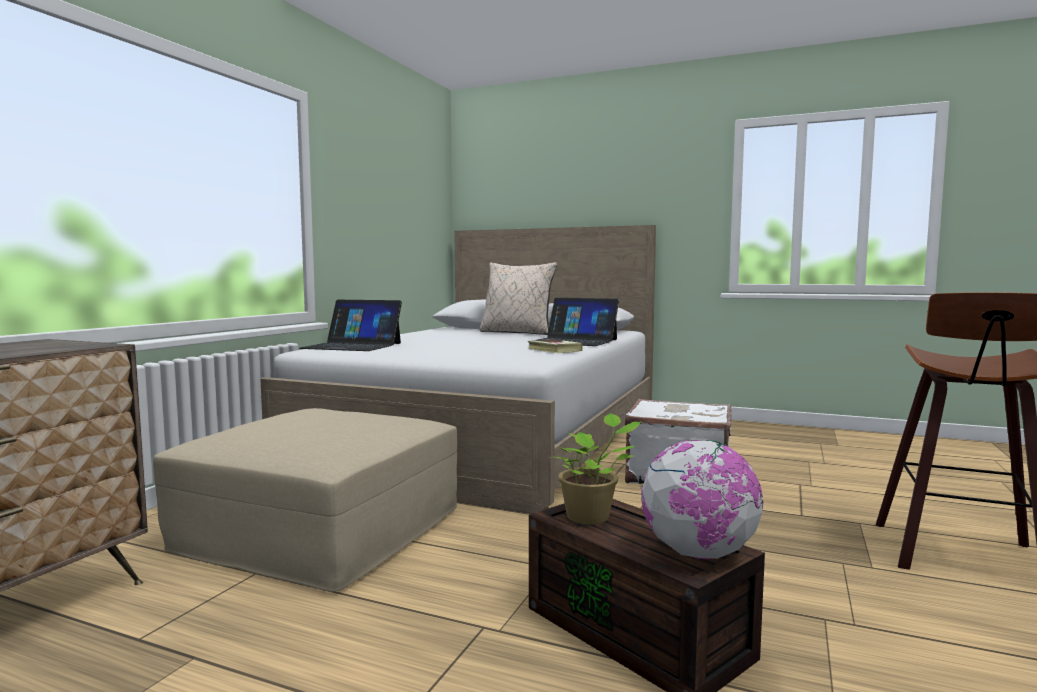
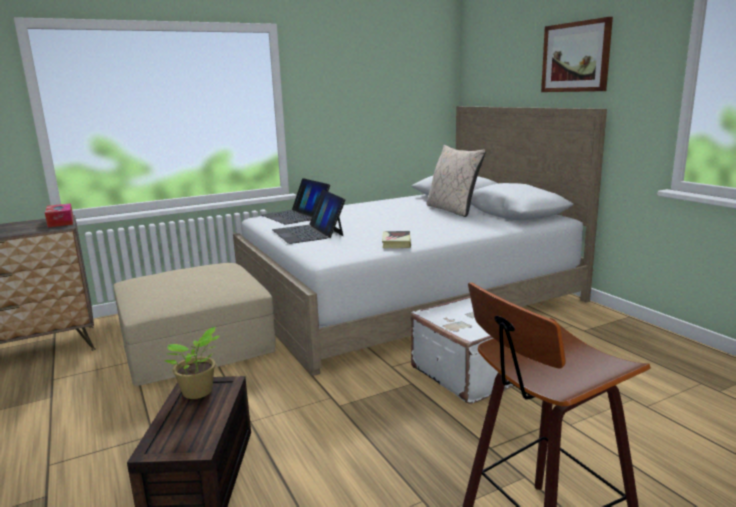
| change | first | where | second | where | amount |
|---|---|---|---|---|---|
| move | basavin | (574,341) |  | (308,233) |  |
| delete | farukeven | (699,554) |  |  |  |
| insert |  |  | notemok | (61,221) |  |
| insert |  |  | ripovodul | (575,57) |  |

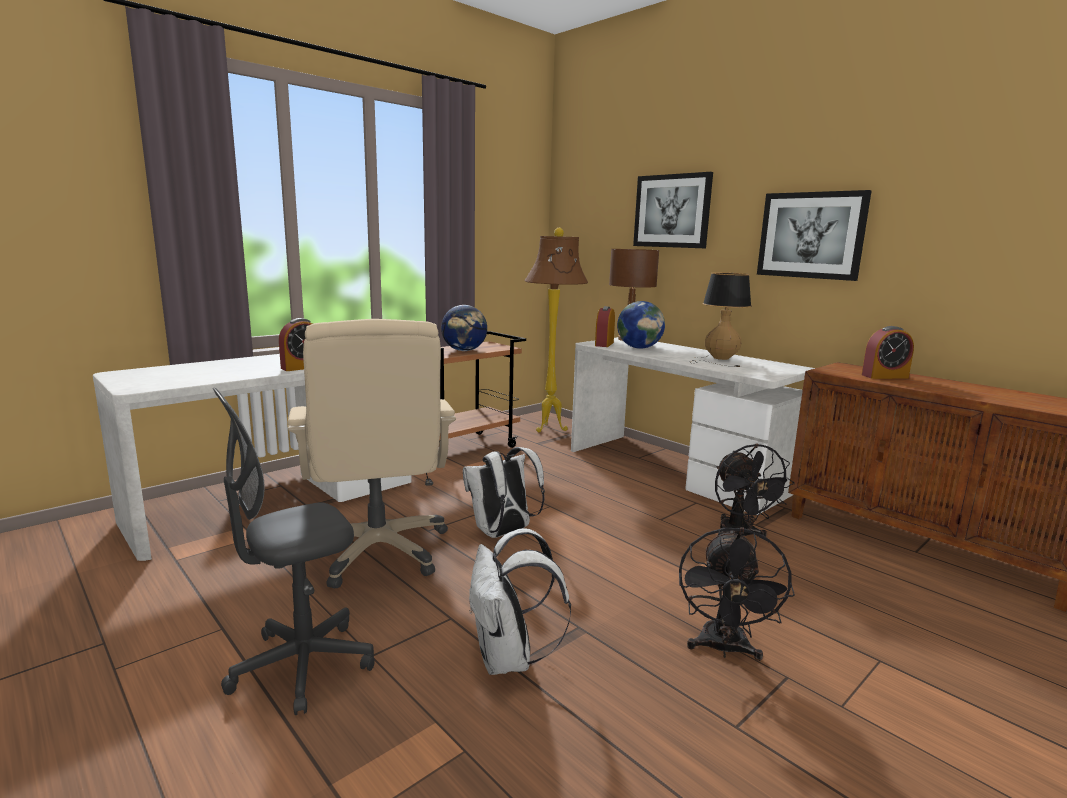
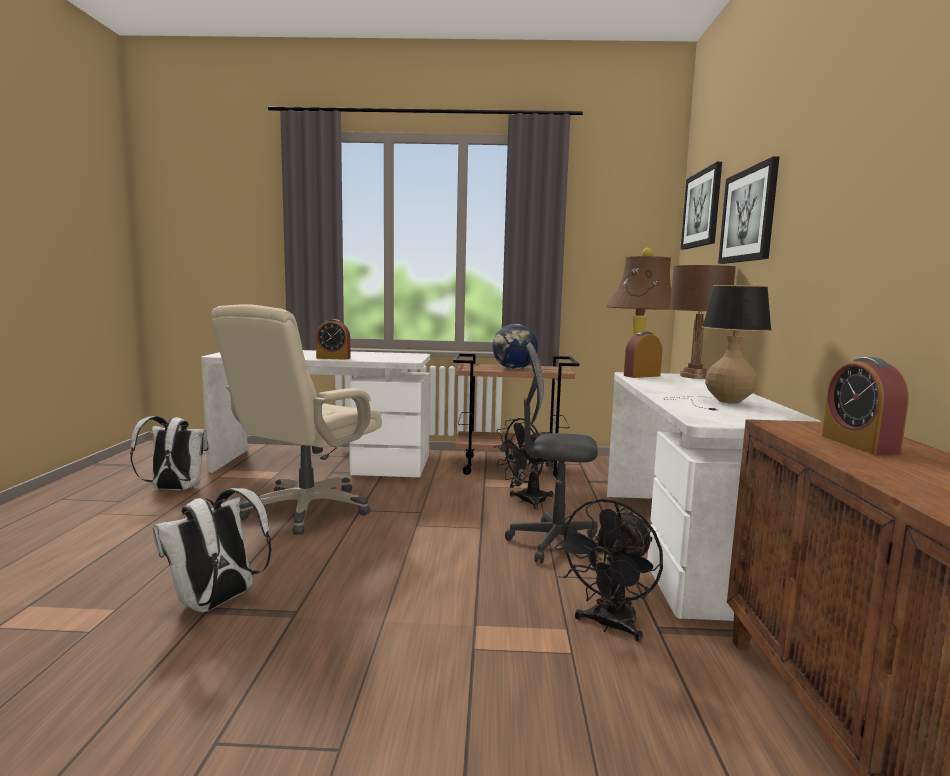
| change | first | where | second | where | amount |
|---|---|---|---|---|---|
| move | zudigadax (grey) | (302,666) |  | (554,544) |  |
| move | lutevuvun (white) | (502,533) |  | (174,489) |  |
| delete | farukeven | (639,348) |  |  |  |
| move | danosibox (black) | (723,649) |  | (526,501) |  |
| move | ripovodul | (811,235) |  | (702,209) |  |
| rotate | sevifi | (884,376) |  | (859,444) | 45 degrees clockwise |

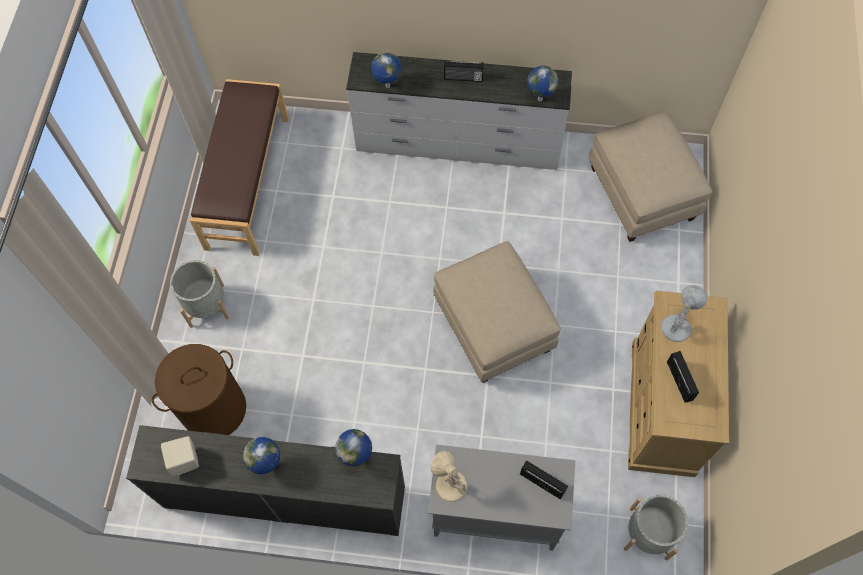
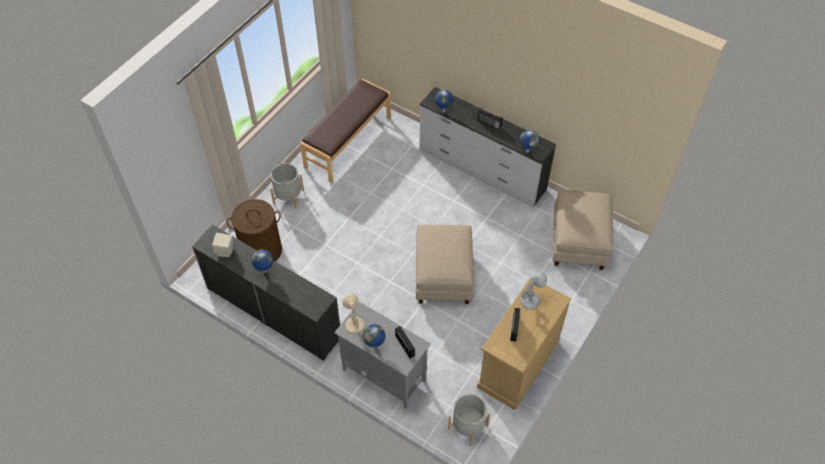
| change | first | where | second | where | amount |
|---|---|---|---|---|---|
| move | farukeven | (357,457) |  | (375,346) |  |

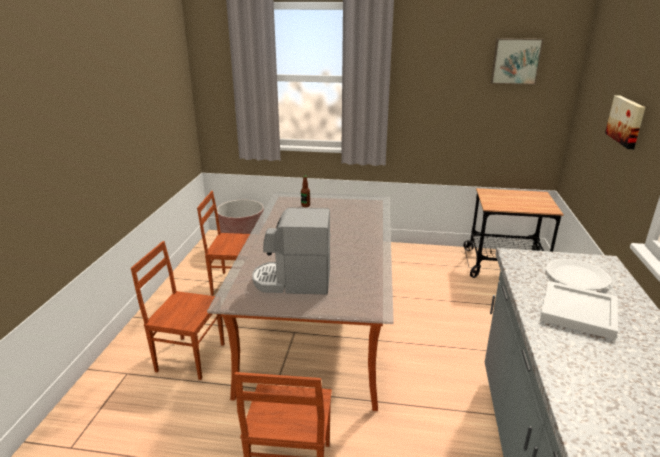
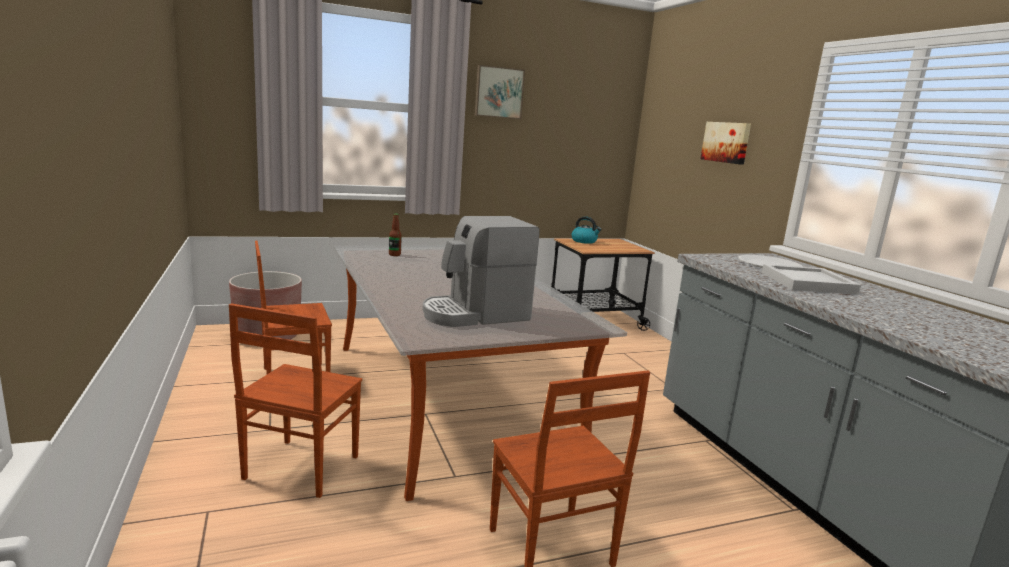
| change | first | where | second | where | amount |
|---|---|---|---|---|---|
| rotate | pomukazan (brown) | (190,356) |  | (299,468) | 60 degrees counterclockwise |
| move | ripovodul | (515,61) |  | (498,92) |  |
| insert |  |  | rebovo | (584,241) |  |

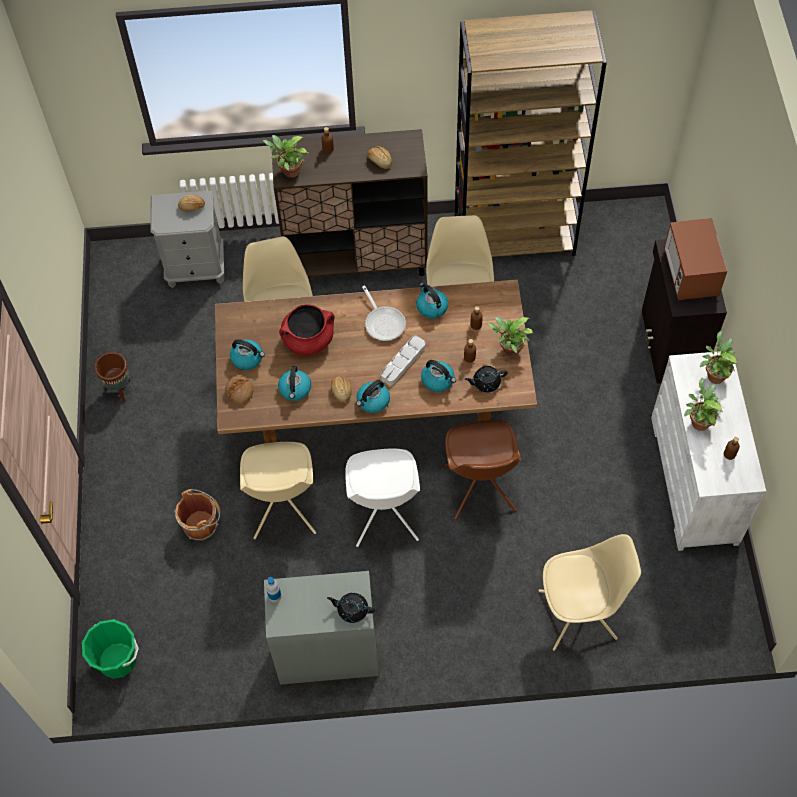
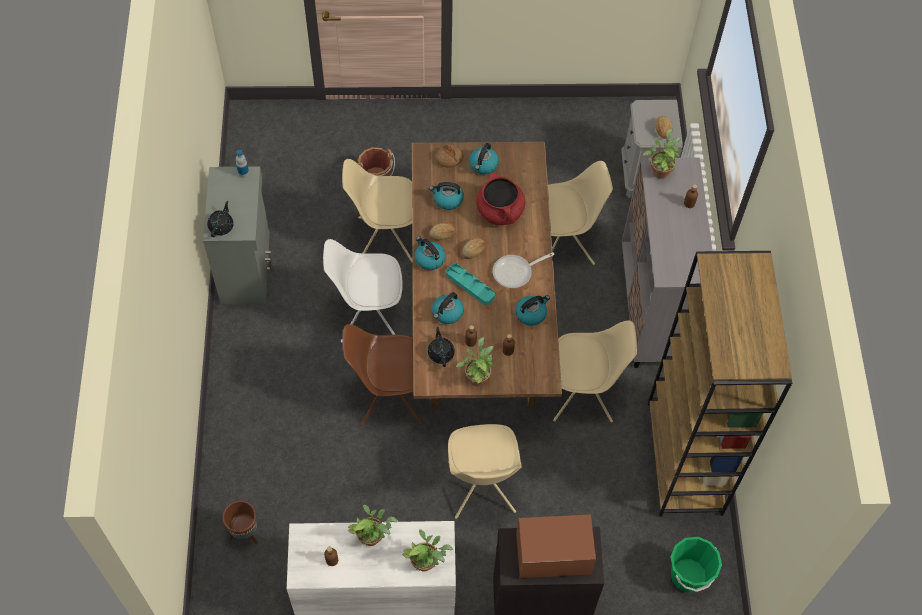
| change | first | where | second | where | amount |
|---|---|---|---|---|---|
| move | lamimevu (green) | (118,660) |  | (688,576) |  |
| move | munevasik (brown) | (119,389) |  | (245,533) |  |
| recolor | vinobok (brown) | (357,261) | vinobok (grey) | (652,309) |  |
| move | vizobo | (380,161) |  | (474,251) |  |
| recolor | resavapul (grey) | (403,362) | resavapul (turquoise) | (470,285) |  |
| move | pomukazan (beige) | (579,614) |  | (481,489) |  |

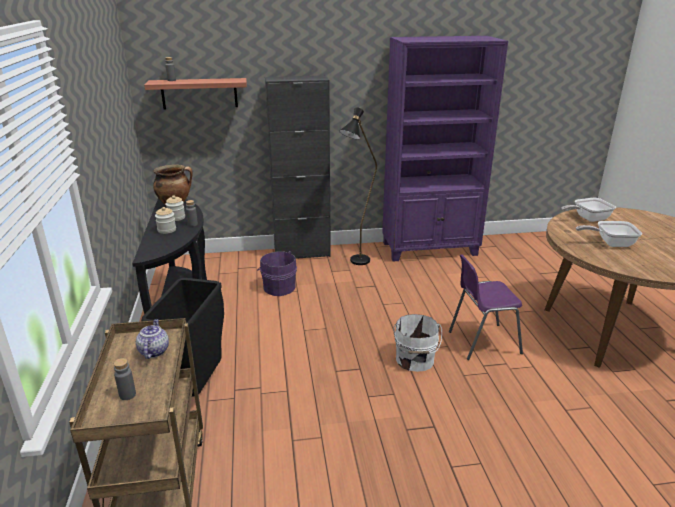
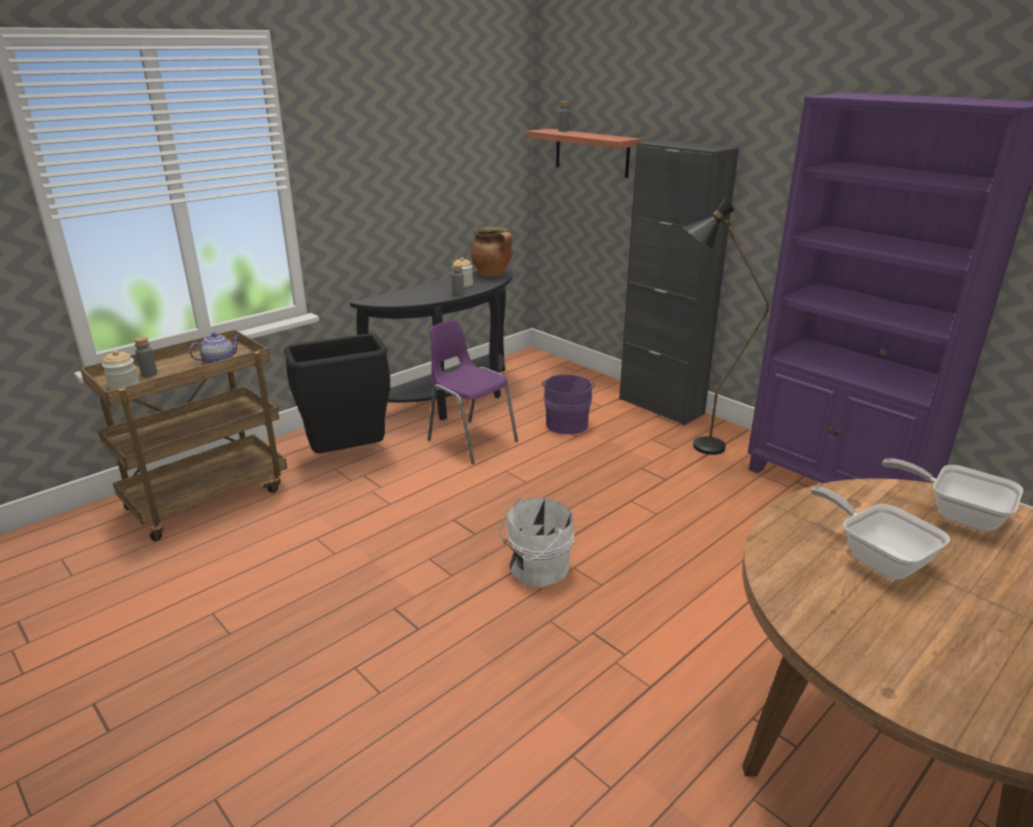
| change | first | where | second | where | amount |
|---|---|---|---|---|---|
| move | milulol | (167,230) |  | (124,386) |  |
| move | pomukazan (purple) | (482,342) |  | (470,440) |  |

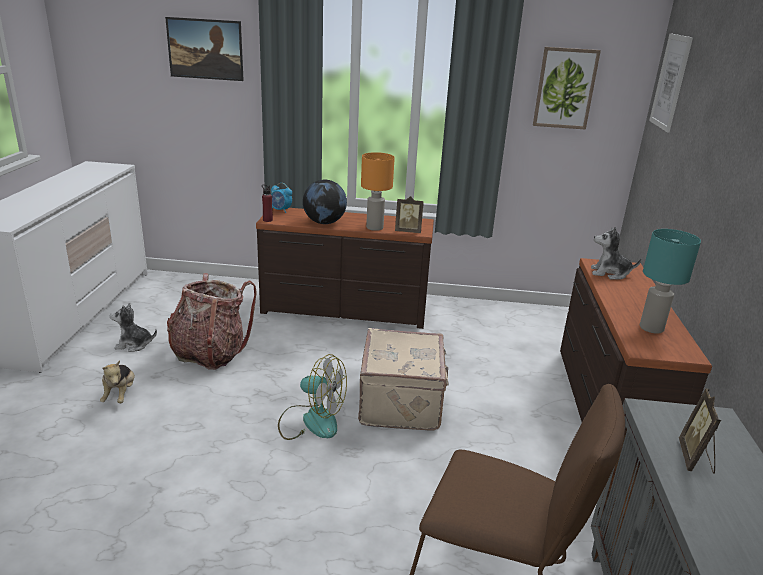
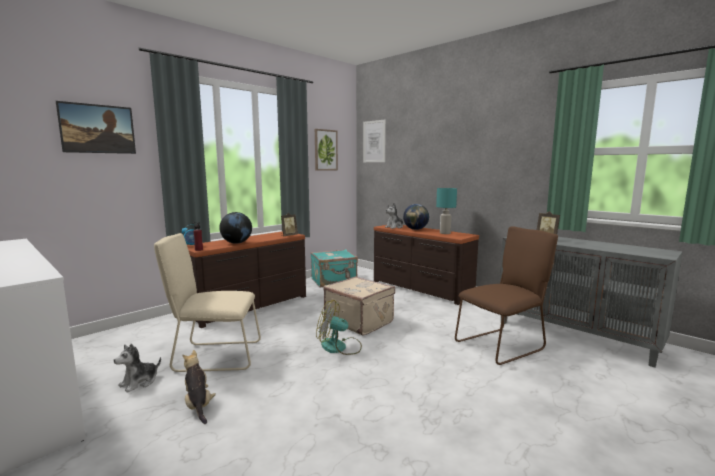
| change | first | where | second | where | amount |
|---|---|---|---|---|---|
| rotate | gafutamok | (120,395) |  | (198,405) | 150 degrees counterclockwise |
| replace | lutevuvun | (210,353) | pomukazan (beige) | (214,356) |  |
| rotate | danosibox | (311,421) |  | (339,347) | 135 degrees counterclockwise |
| delete | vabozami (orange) | (374,227) |  |  |  |
| insert |  |  | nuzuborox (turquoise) | (334,281) |  |
| insert |  |  | farukeven | (415,229) |  |

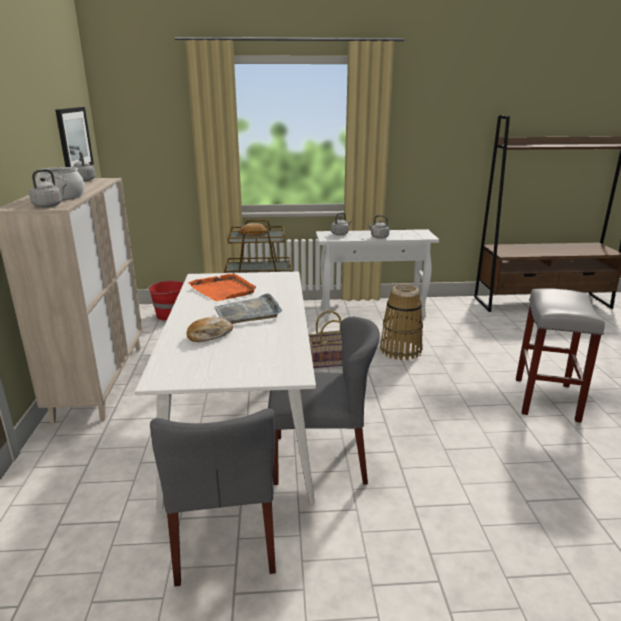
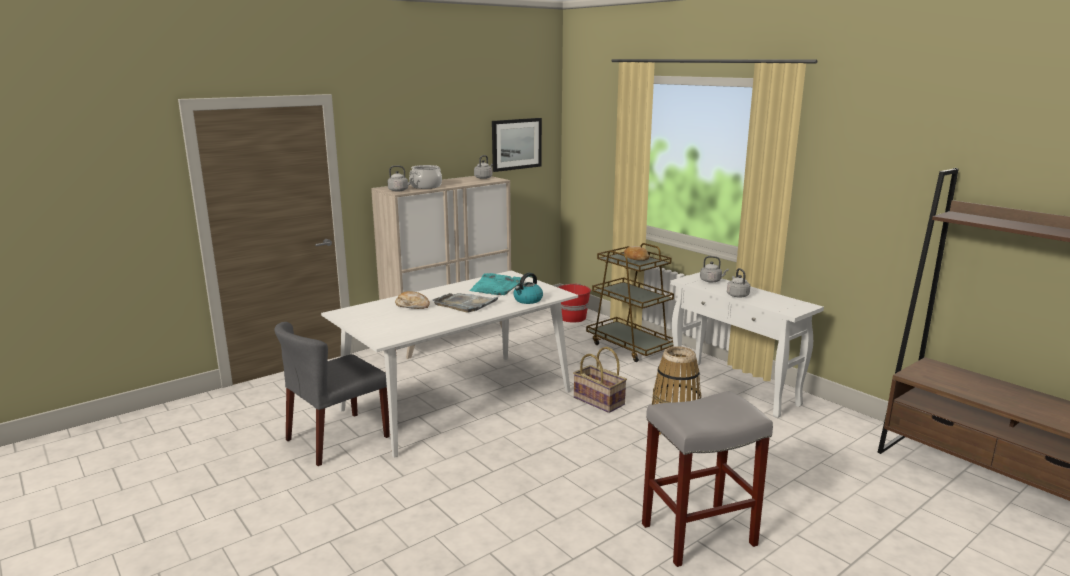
| change | first | where | second | where | amount |
|---|---|---|---|---|---|
| recolor | resavapul (orange) | (223,290) | resavapul (turquoise) | (496,287) |  |
| delete | pomukazan (grey) | (320,458) |  |  |  |
| insert |  |  | rebovo | (527,300) |  |

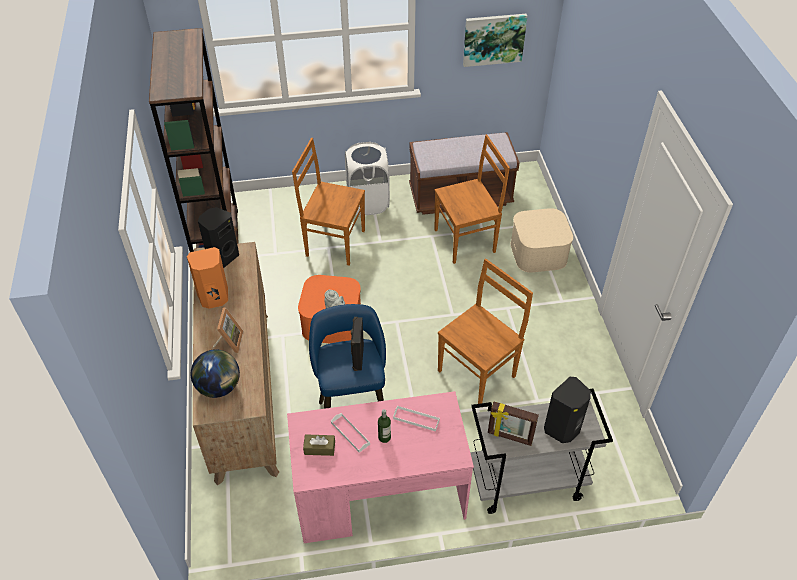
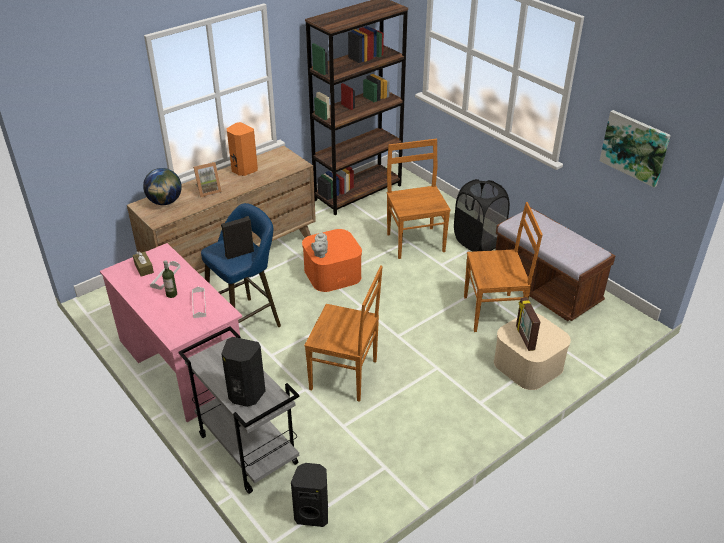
| change | first | where | second | where | amount |
|---|---|---|---|---|---|
| move | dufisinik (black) | (222,257) |  | (312,514) |  |
| recolor | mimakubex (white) | (368,202) | mimakubex (black) | (478,241) |  |
| rotate | pomukazan (brown) | (466,240) |  | (494,312) | 45 degrees counterclockwise |
| move | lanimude | (509,437) |  | (524,338) |  |

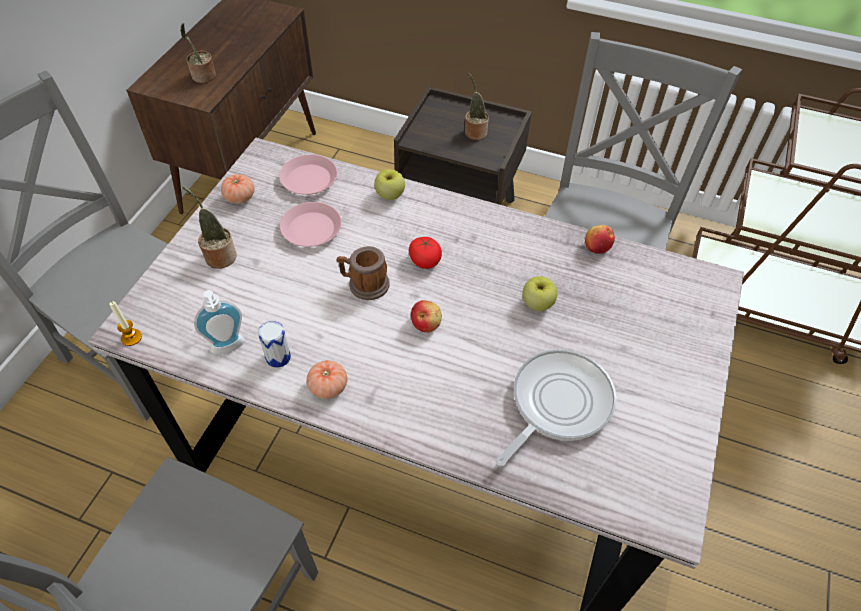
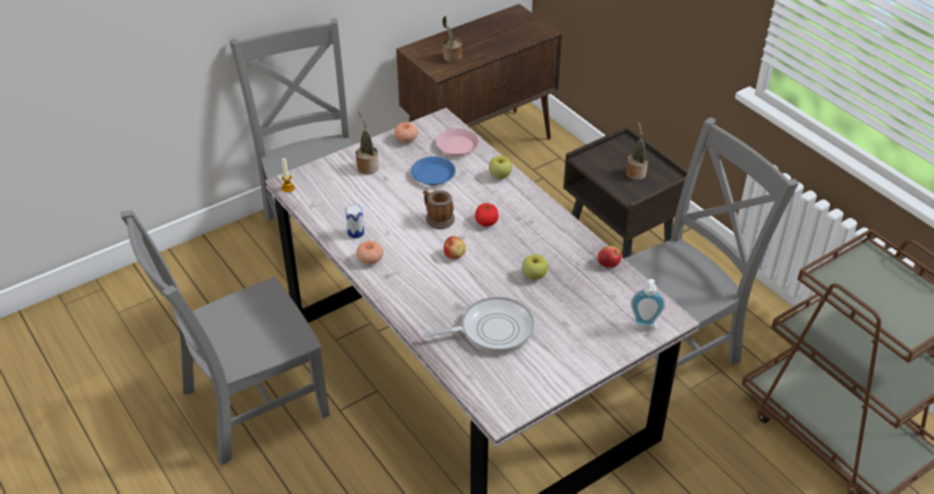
| change | first | where | second | where | amount |
|---|---|---|---|---|---|
| move | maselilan | (229,349) |  | (644,328) |  |
| recolor | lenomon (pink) | (311,229) | lenomon (blue) | (433,174) |  |

